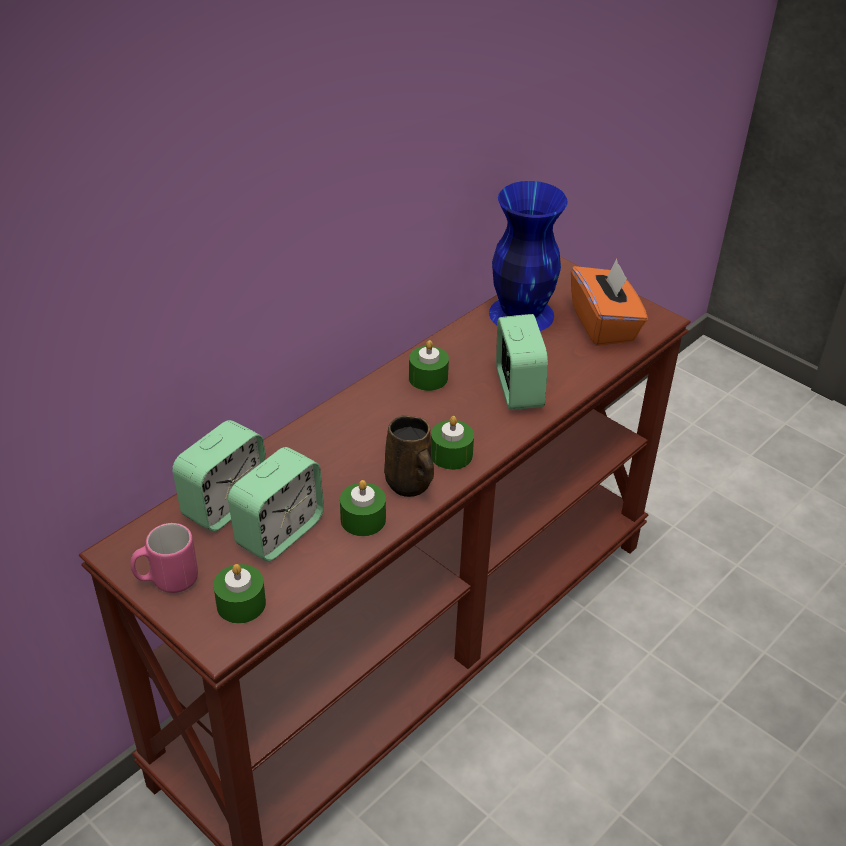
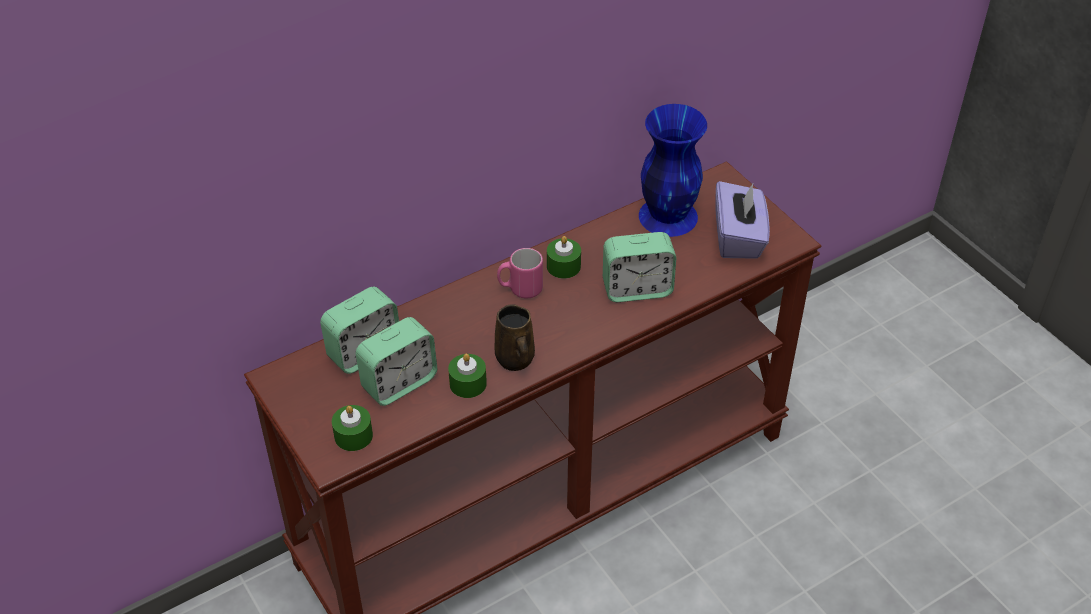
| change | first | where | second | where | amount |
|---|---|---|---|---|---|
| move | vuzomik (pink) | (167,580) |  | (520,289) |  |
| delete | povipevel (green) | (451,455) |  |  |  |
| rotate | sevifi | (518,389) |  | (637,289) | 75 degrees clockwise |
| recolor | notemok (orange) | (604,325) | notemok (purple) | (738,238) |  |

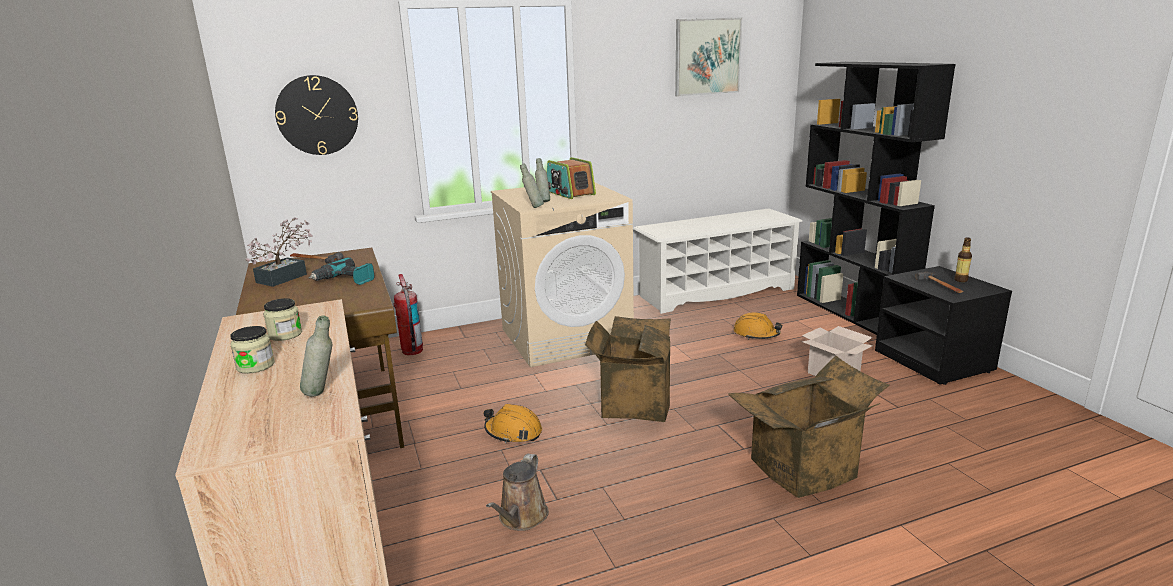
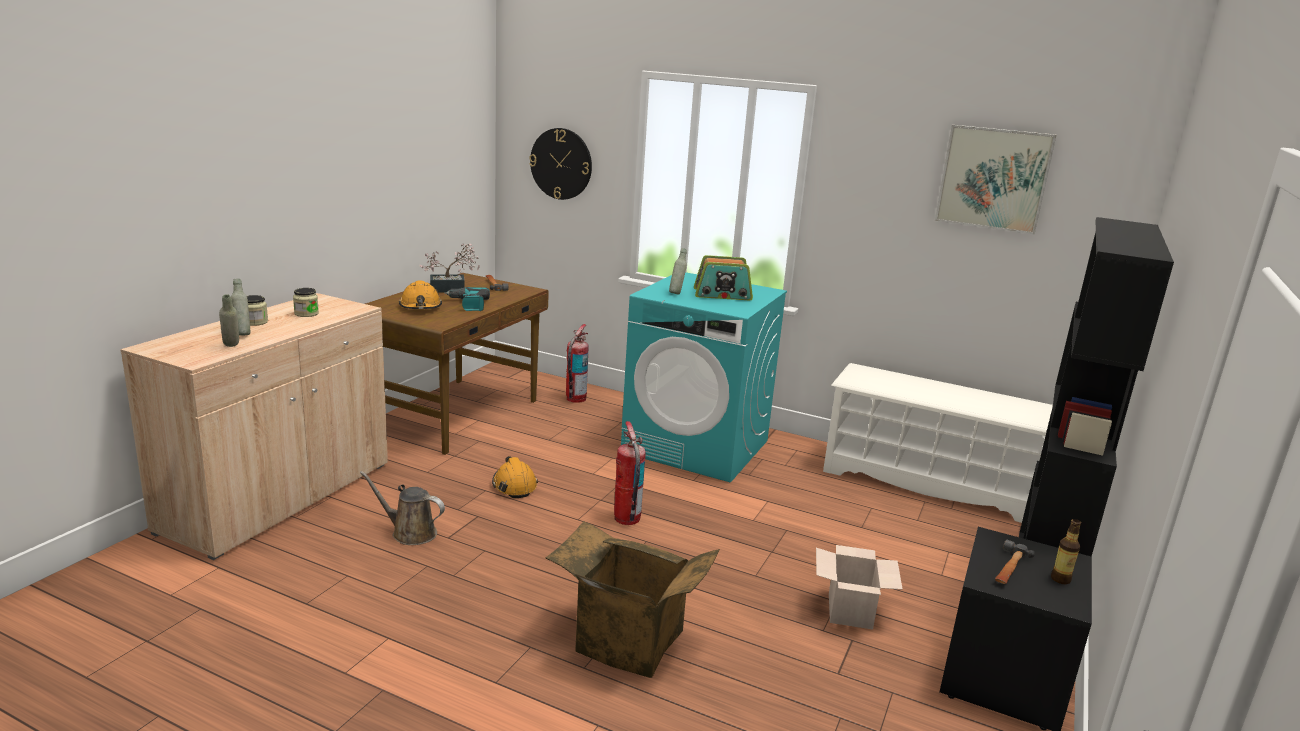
| change | first | where | second | where | amount |
|---|---|---|---|---|---|
| rotate | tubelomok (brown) | (521,518) |  | (410,533) | 45 degrees clockwise |
| recolor | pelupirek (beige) | (566,337) | pelupirek (turquoise) | (697,446) |  |
| move | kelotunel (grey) | (533,207) |  | (242,334) |  |
| rotate | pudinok | (569,193) |  | (722,294) | 105 degrees counterclockwise |
| replace | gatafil | (632,403) | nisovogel | (626,518) |  |
| move | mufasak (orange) | (756,334) |  | (420,307) |  |

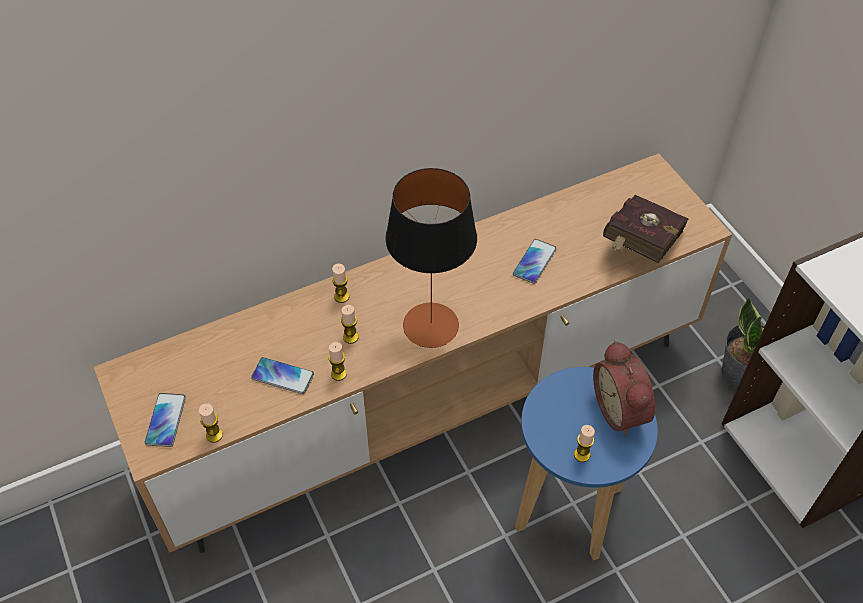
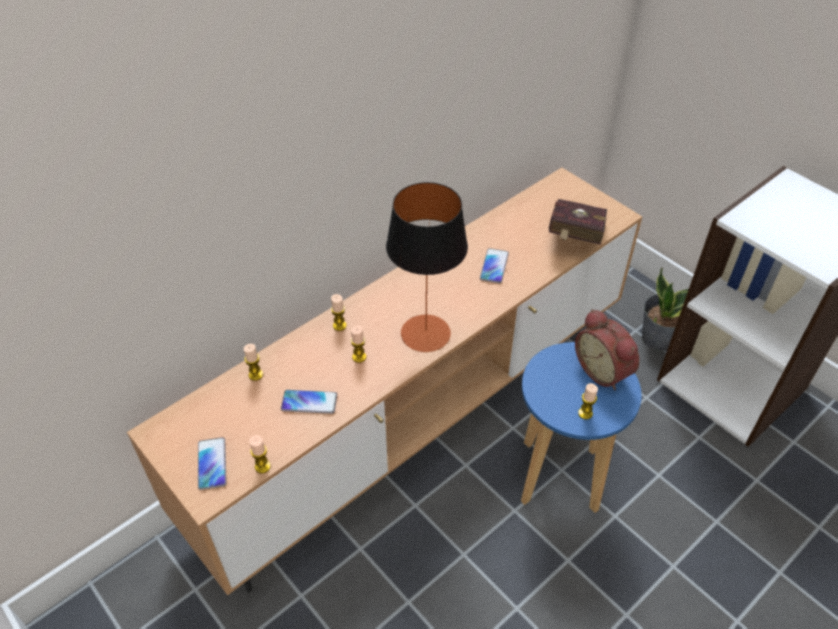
| change | first | where | second | where | amount |
|---|---|---|---|---|---|
| move | povipevel | (338,374) |  | (255,375) |  |

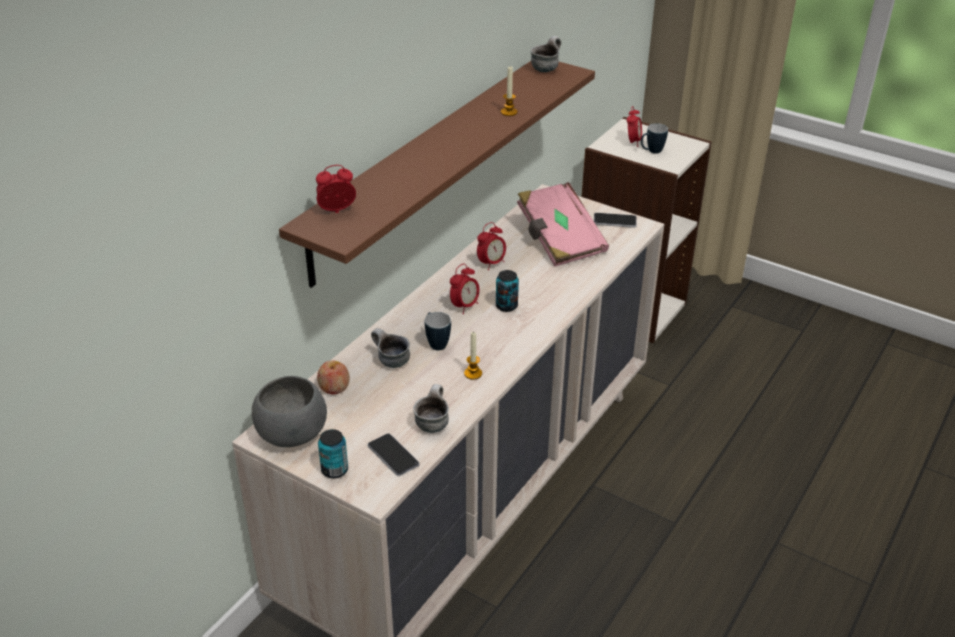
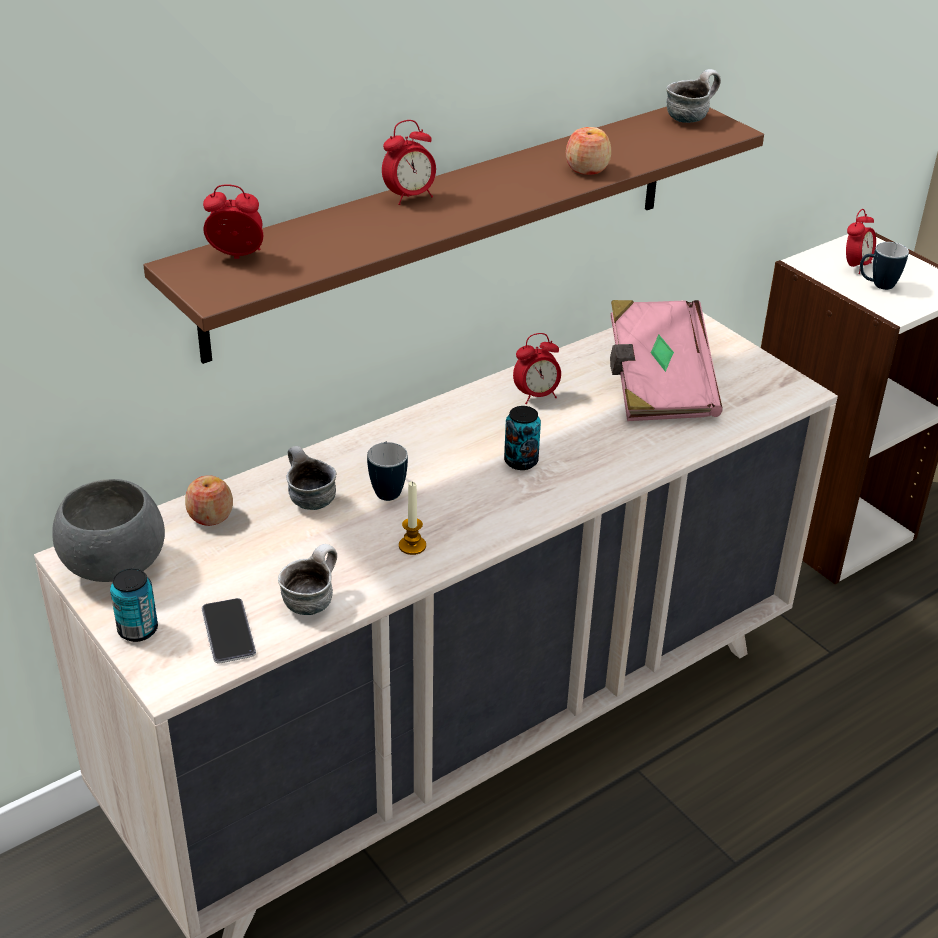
| change | first | where | second | where | amount |
|---|---|---|---|---|---|
| move | sevifi | (464,306) |  | (410,197) |  |
| replace | povipevel | (509,112) | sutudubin | (587,169) |  |
| delete | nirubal | (615,221) |  |  |  |

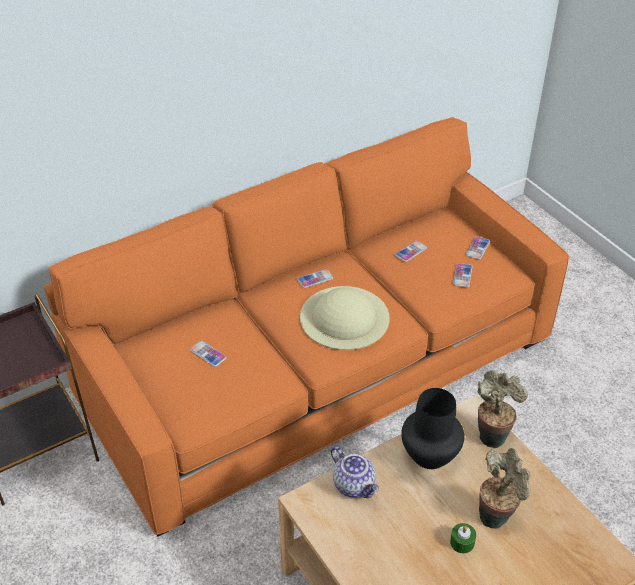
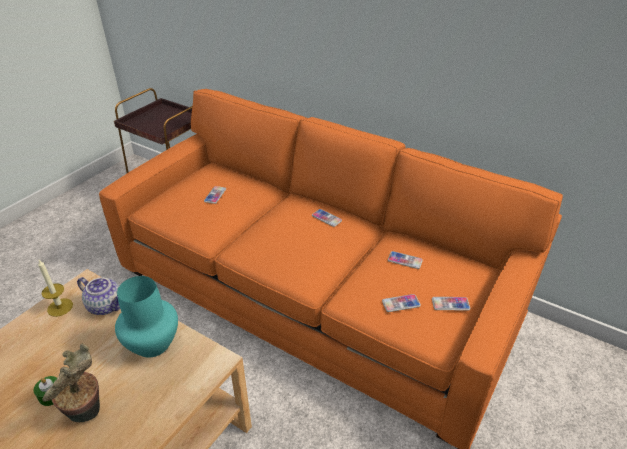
| change | first | where | second | where | amount |
|---|---|---|---|---|---|
| delete | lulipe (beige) | (344,317) |  |  |  |
| rotate | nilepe | (355,485) |  | (107,305) | 90 degrees counterclockwise |
| recolor | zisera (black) | (430,455) | zisera (turquoise) | (152,344) |  |
| delete | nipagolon | (492,435) |  |  |  |
| insert |  |  | povipevel | (60,307) |  |

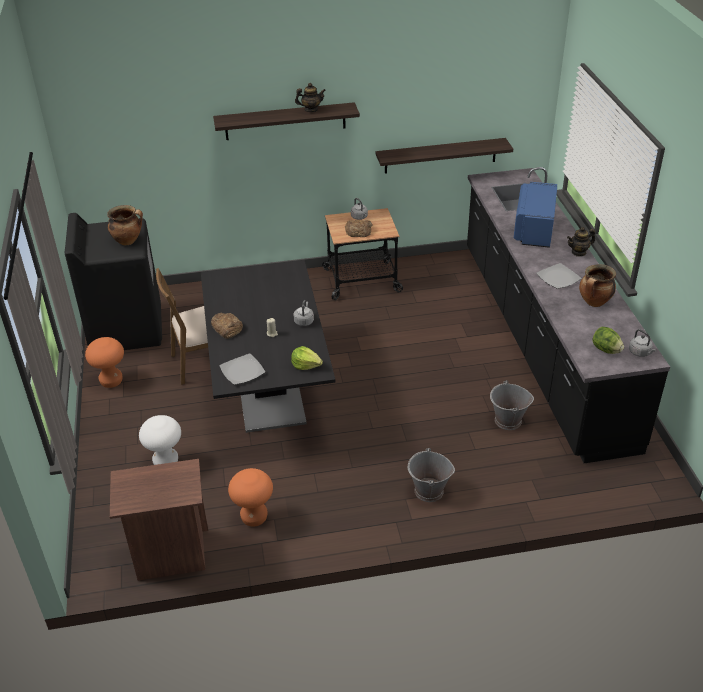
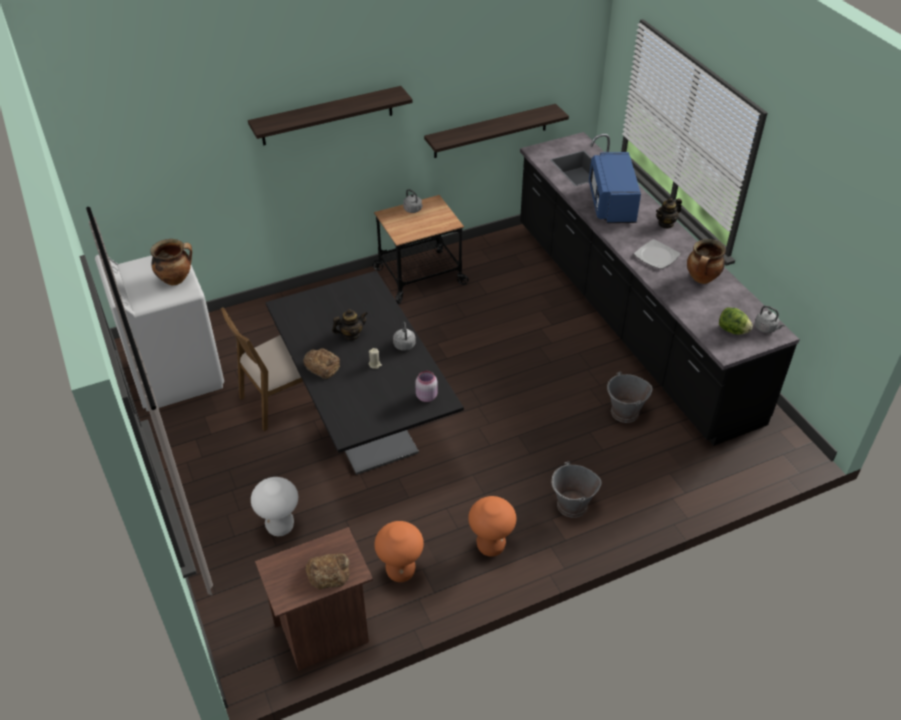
| change | first | where | second | where | amount |
|---|---|---|---|---|---|
| recolor | pelupirek (black) | (126,328) | pelupirek (white) | (175,374) |  |
| move | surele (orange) | (111,381) |  | (490,546) |  |
| delete | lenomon | (242,371) |  |  |  |
| replace | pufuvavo | (306,365) | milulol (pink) | (426,396) |  |
| move | nilepe | (311,109) |  | (351,335) |  |
| move | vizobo | (358,231) |  | (328,573) |  |

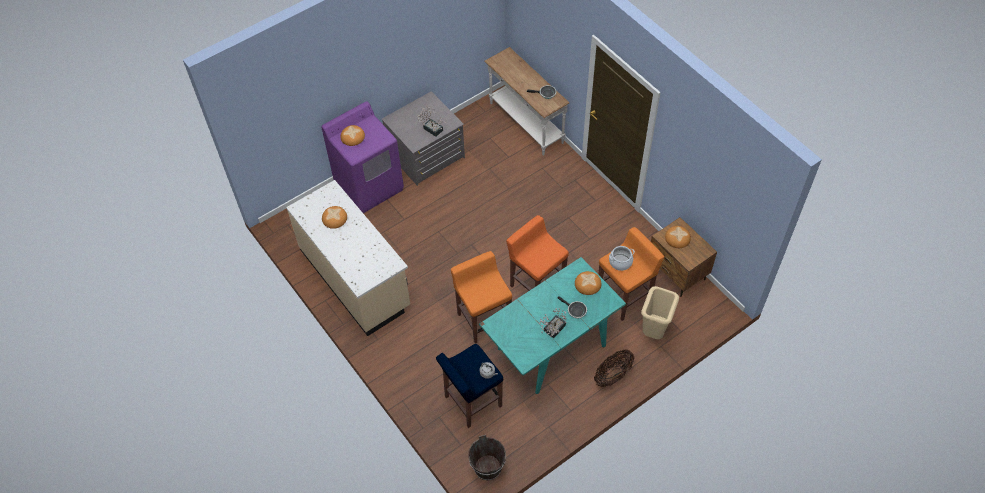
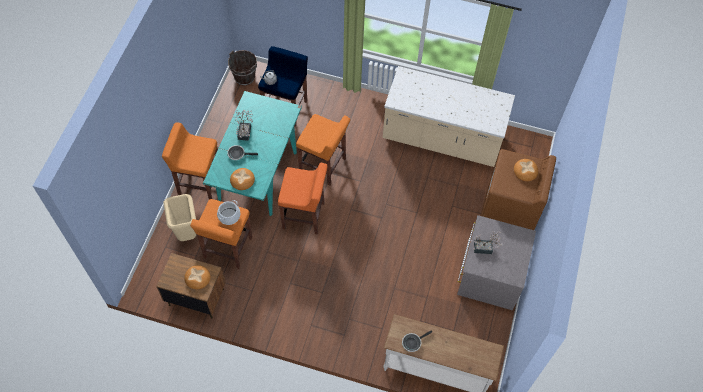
| change | first | where | second | where | amount |
|---|---|---|---|---|---|
| recolor | pelupirek (purple) | (369,185) | pelupirek (brown) | (507,217) |  |
| delete | vizobo | (334,218) |  |  |  |
| replace | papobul | (612,375) | surele (orange) | (199,182) |  |

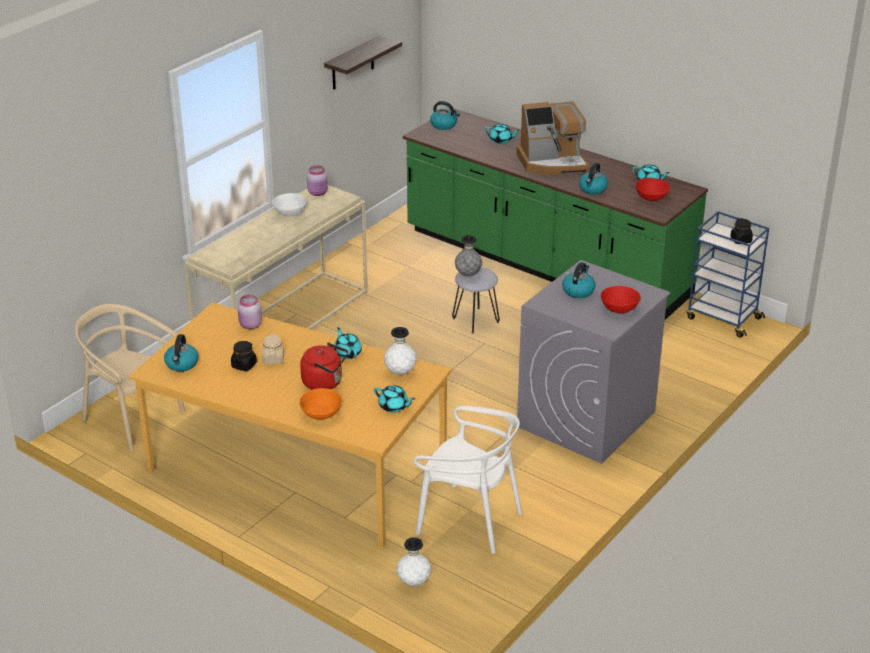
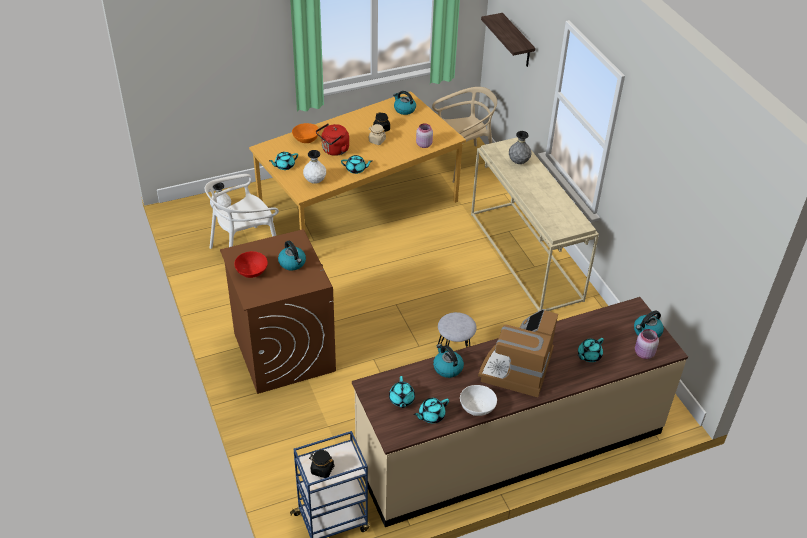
| change | first | where | second | where | amount |
|---|---|---|---|---|---|
| move | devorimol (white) | (290,212) |  | (477,407) |  |
| move | milulol (pink) | (318,193) |  | (643,354) |  |
| move | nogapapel | (352,63) |  | (517,41) |  |
| recolor | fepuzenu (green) | (545,264) | fepuzenu (beige) | (510,446) |  |
| move | zisera (grey) | (468,274) |  | (518,162) |  |
| recolor | pelupirek (grey) | (586,420) | pelupirek (brown) | (283,351) |  |
| replace | devorimol (red) | (652,197) | nilepe (turquoise) | (401,399) |  |

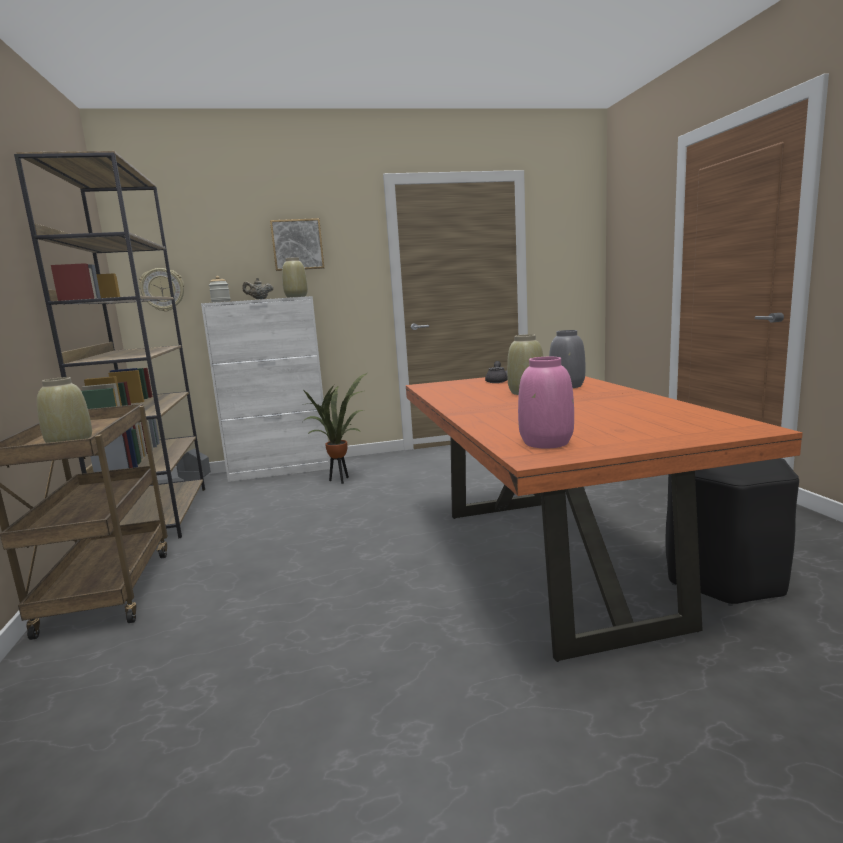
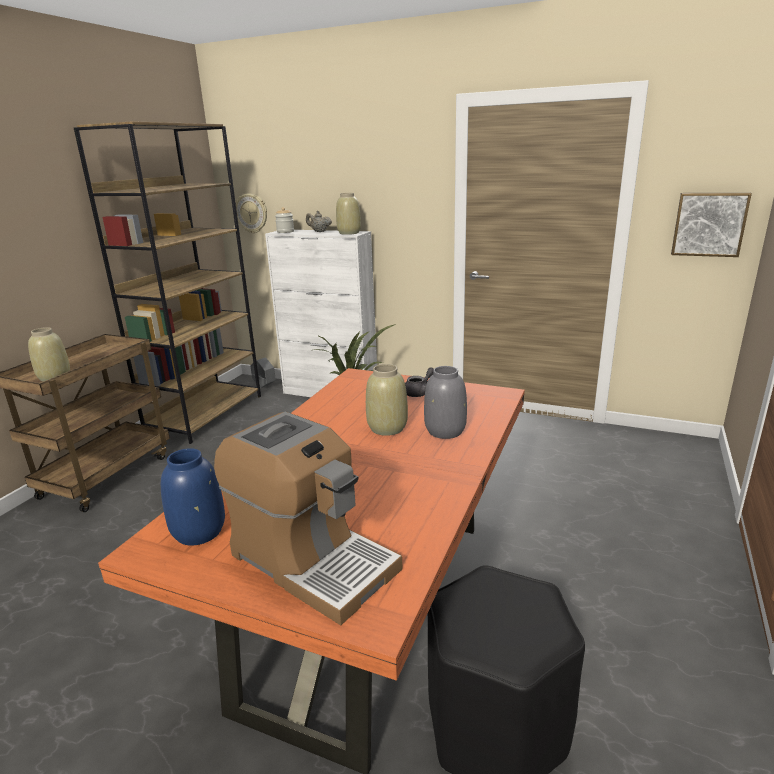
| change | first | where | second | where | amount |
|---|---|---|---|---|---|
| move | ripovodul | (297,245) |  | (709,224) |  |
| recolor | zisera (pink) | (546,443) | zisera (blue) | (198,532) |  |
| insert |  |  | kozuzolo | (312,561) |  |

